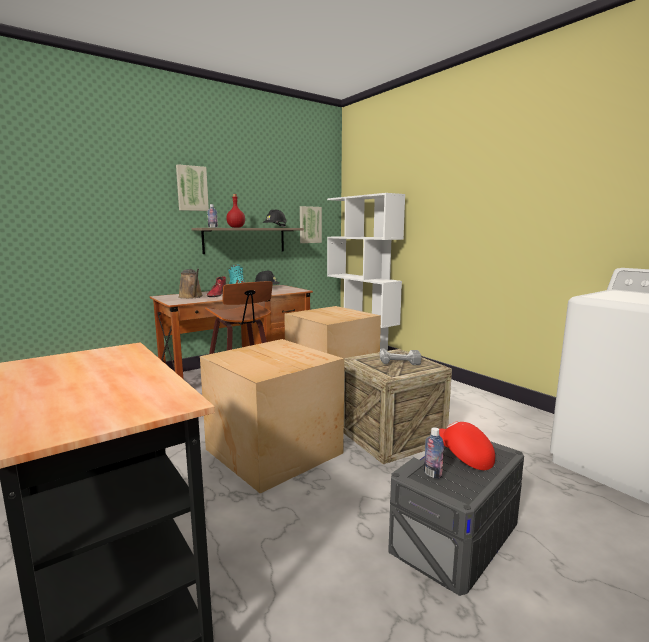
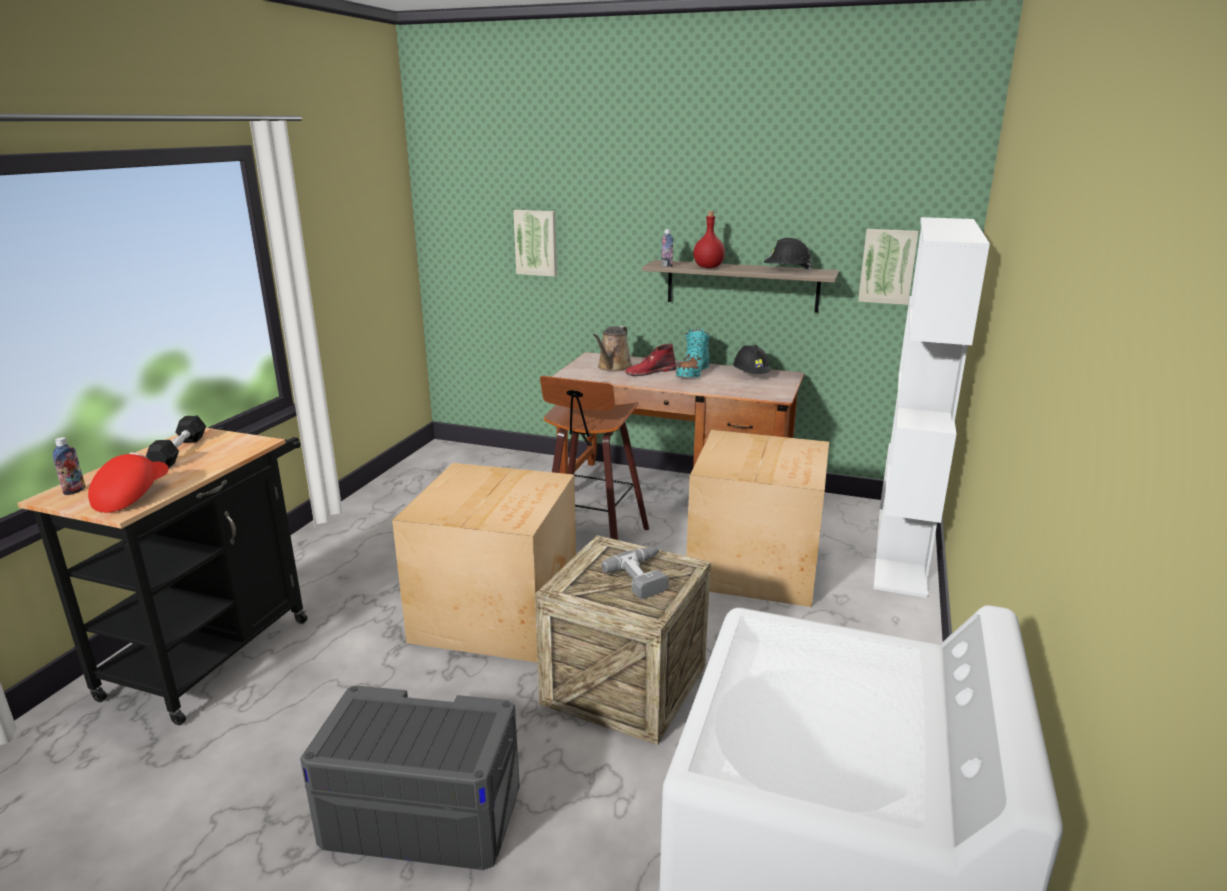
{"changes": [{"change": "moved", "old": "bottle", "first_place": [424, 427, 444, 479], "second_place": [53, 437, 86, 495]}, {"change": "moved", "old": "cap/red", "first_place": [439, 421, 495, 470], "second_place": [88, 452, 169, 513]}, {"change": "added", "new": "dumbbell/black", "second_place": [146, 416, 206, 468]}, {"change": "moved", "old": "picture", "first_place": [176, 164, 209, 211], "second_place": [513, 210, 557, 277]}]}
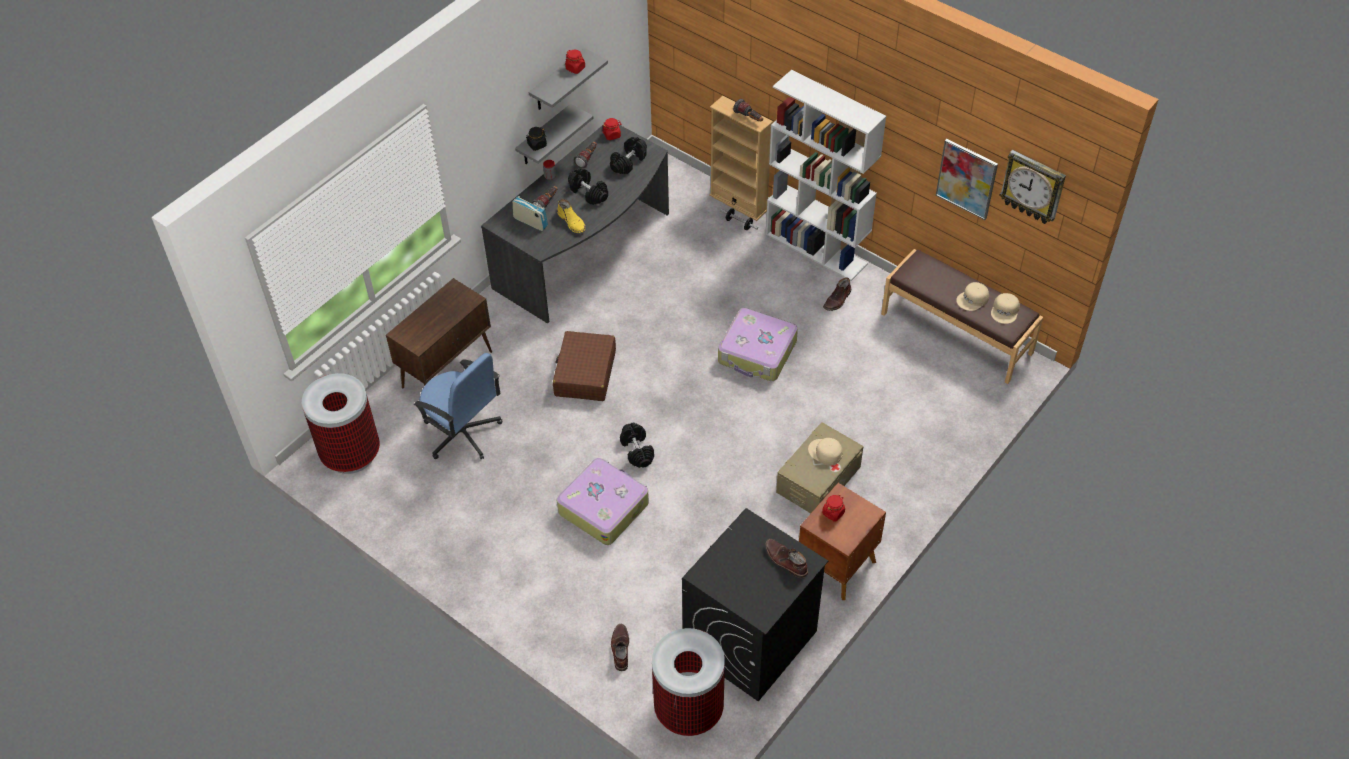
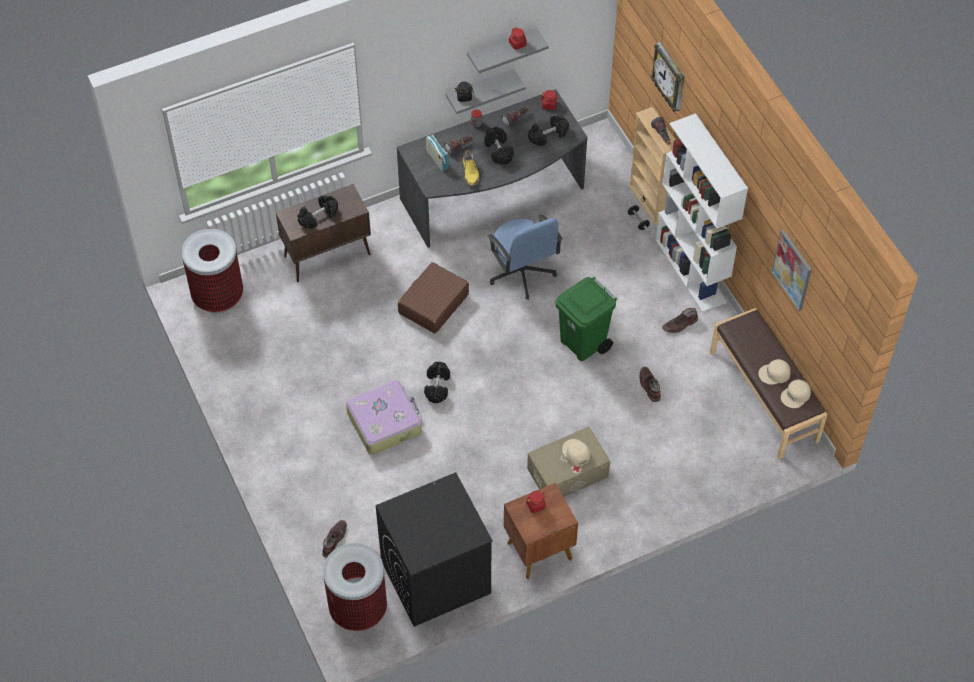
{"changes": [{"change": "added", "new": "dumbbell/black", "second_place": [298, 195, 338, 229]}, {"change": "moved", "old": "office chair/blue", "first_place": [414, 353, 502, 460], "second_place": [487, 214, 562, 300]}, {"change": "replaced", "old": "suitcase", "new": "trash can/green", "first_place": [718, 308, 798, 381], "second_place": [555, 277, 618, 361]}, {"change": "moved", "old": "boot/brown", "first_place": [765, 539, 808, 578], "second_place": [640, 367, 661, 402]}, {"change": "moved", "old": "wall clock", "first_place": [999, 150, 1066, 224], "second_place": [651, 42, 685, 112]}]}
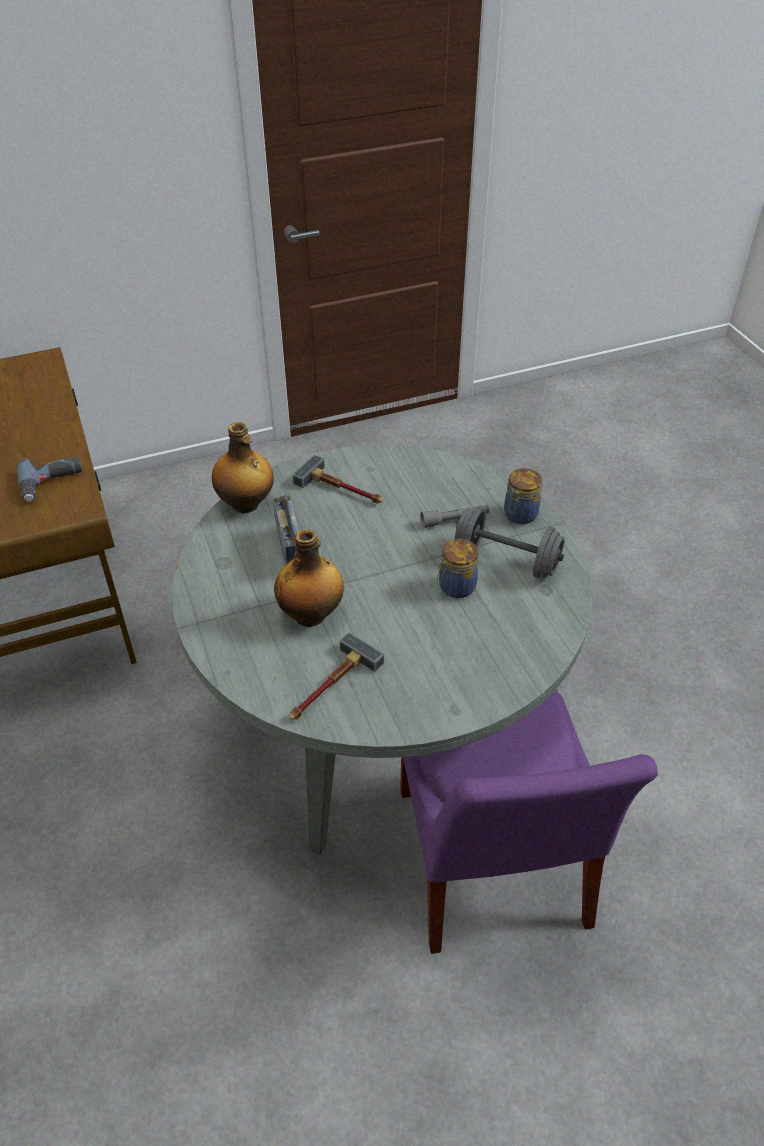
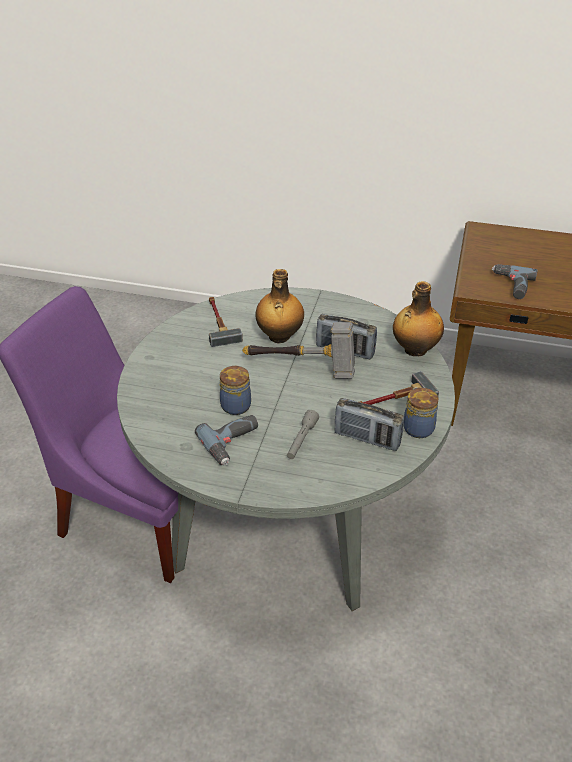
{"changes": [{"change": "replaced", "old": "dumbbell/grey", "new": "power drill", "first_place": [455, 506, 565, 578], "second_place": [195, 415, 258, 465]}, {"change": "added", "new": "hammer", "second_place": [242, 322, 355, 379]}, {"change": "added", "new": "radio", "second_place": [335, 398, 404, 451]}, {"change": "moved", "old": "jar", "first_place": [504, 468, 542, 524], "second_place": [404, 387, 438, 438]}]}
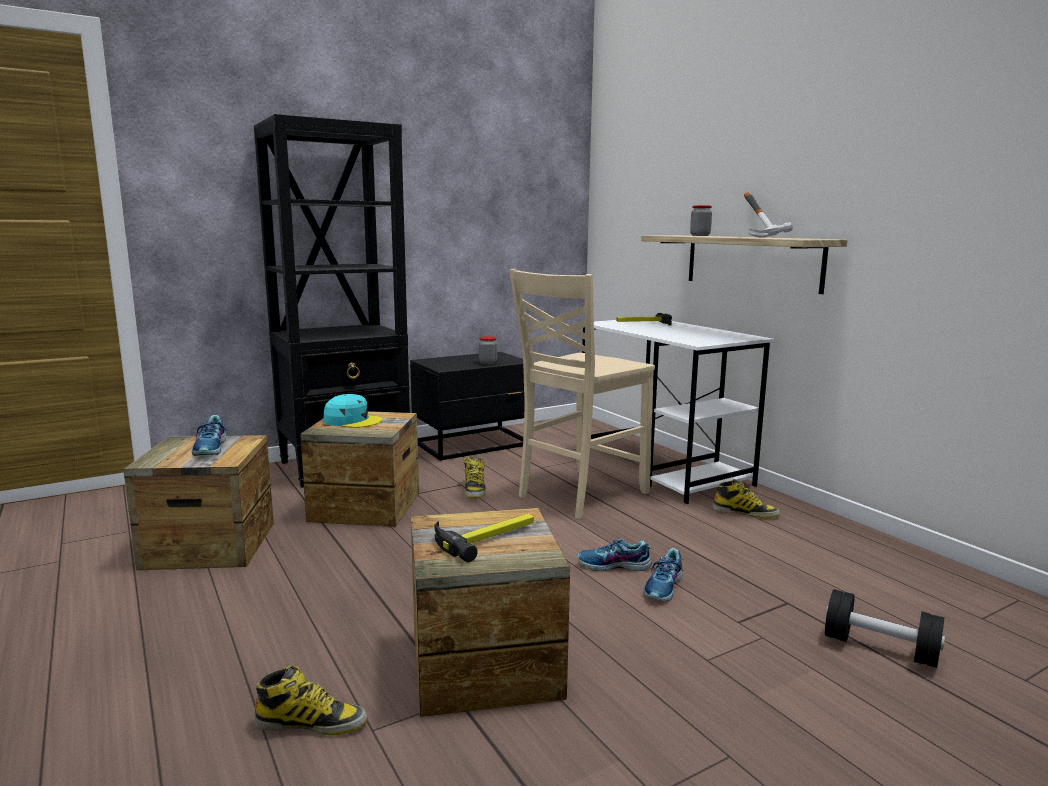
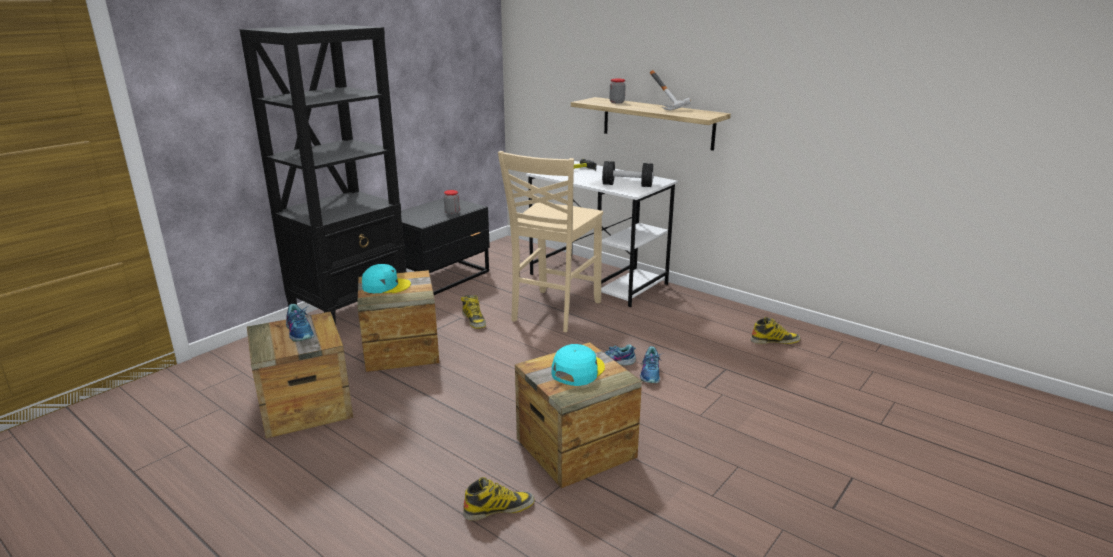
{"changes": [{"change": "replaced", "old": "hammer", "new": "cap/turquoise", "first_place": [435, 514, 534, 562], "second_place": [551, 344, 605, 386]}, {"change": "moved", "old": "dumbbell/black", "first_place": [825, 589, 945, 668], "second_place": [602, 161, 654, 187]}, {"change": "moved", "old": "boot", "first_place": [713, 479, 780, 518], "second_place": [751, 317, 800, 344]}]}
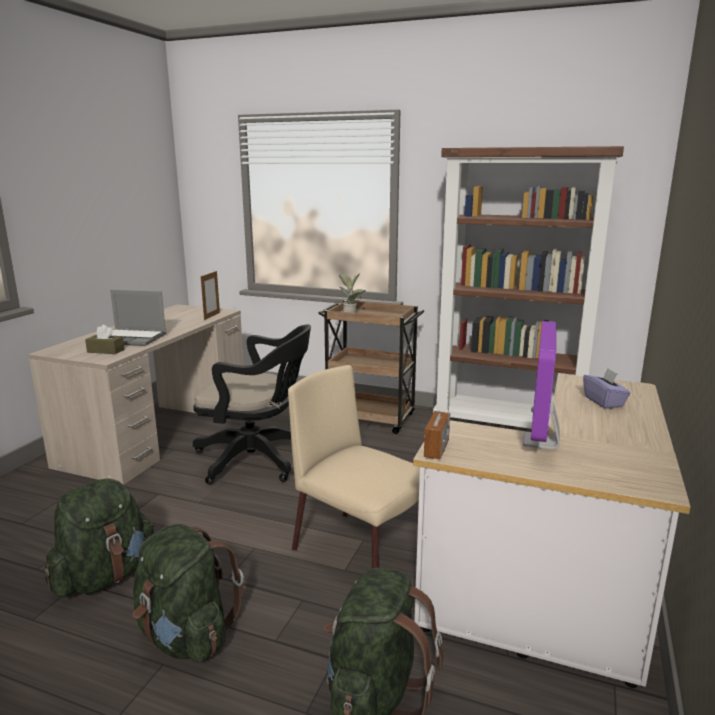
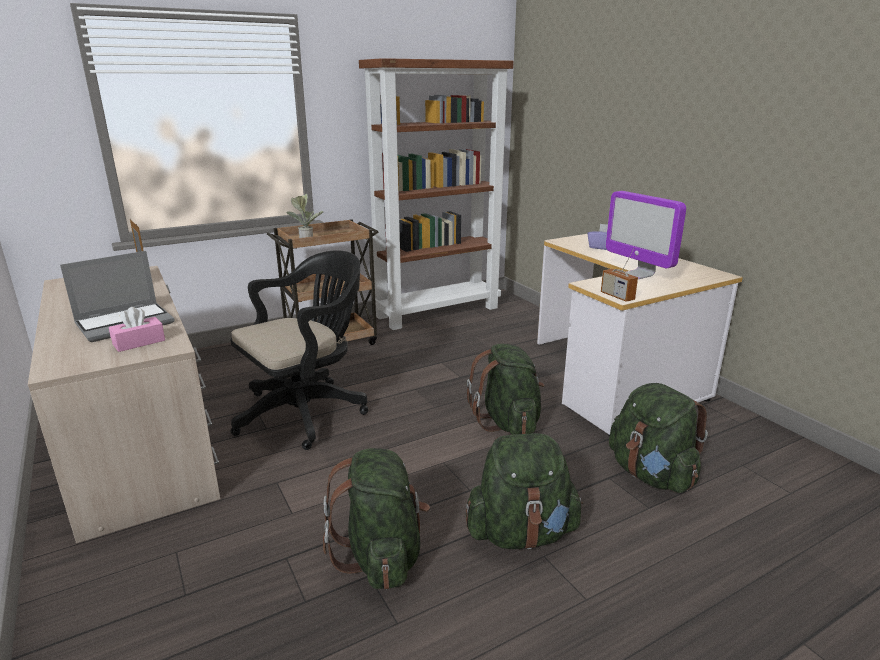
{"changes": [{"change": "recoloured", "old": "tissue box/brown", "new": "tissue box/pink", "first_place": [85, 325, 125, 354], "second_place": [109, 307, 165, 352]}, {"change": "replaced", "old": "chair/beige", "new": "backpack/green", "first_place": [288, 365, 420, 568], "second_place": [467, 344, 544, 435]}]}
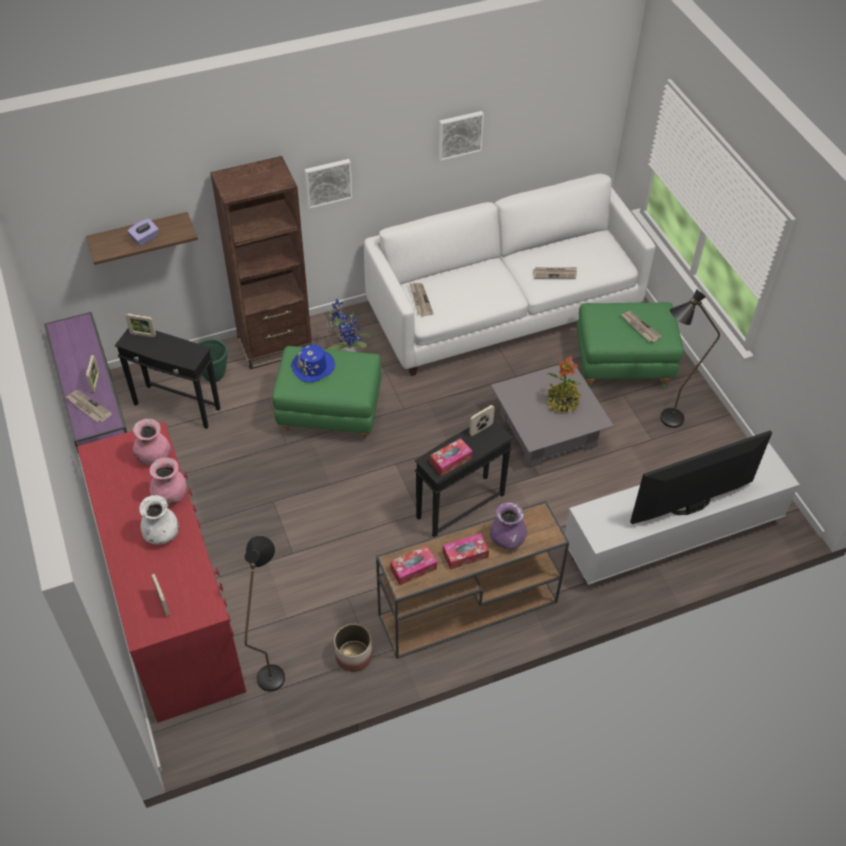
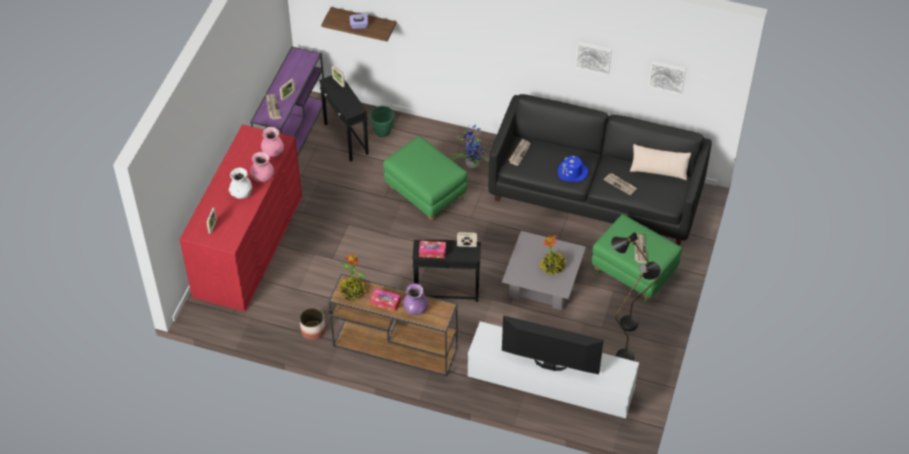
{"changes": [{"change": "replaced", "old": "tissue box", "new": "potted plant", "first_place": [390, 546, 437, 585], "second_place": [339, 254, 367, 300]}, {"change": "recoloured", "old": "sofa/white", "new": "sofa/black", "first_place": [364, 174, 656, 376], "second_place": [488, 94, 712, 246]}, {"change": "moved", "old": "hat/blue", "first_place": [291, 344, 335, 382], "second_place": [558, 156, 588, 182]}, {"change": "moved", "old": "floor lamp/black", "first_place": [245, 536, 285, 691], "second_place": [615, 262, 661, 361]}, {"change": "added", "new": "pillow/beige", "second_place": [630, 144, 691, 180]}, {"change": "moved", "old": "picture", "first_place": [304, 159, 352, 209], "second_place": [648, 61, 686, 95]}, {"change": "removed", "old": "bookcase/brown", "first_place": [210, 156, 312, 370]}]}
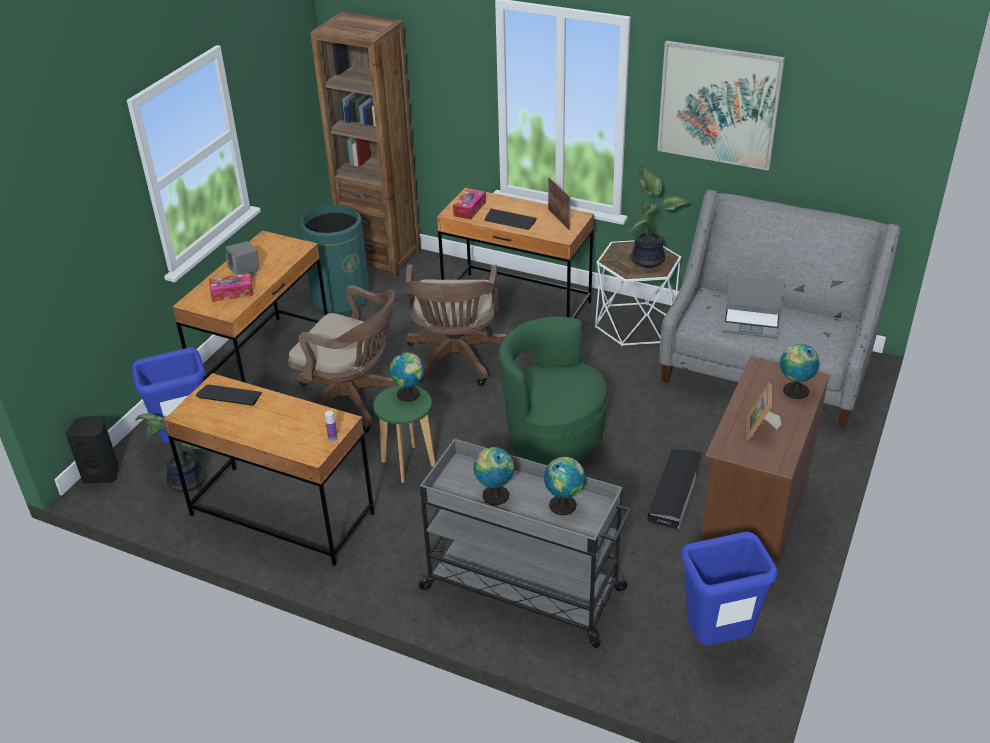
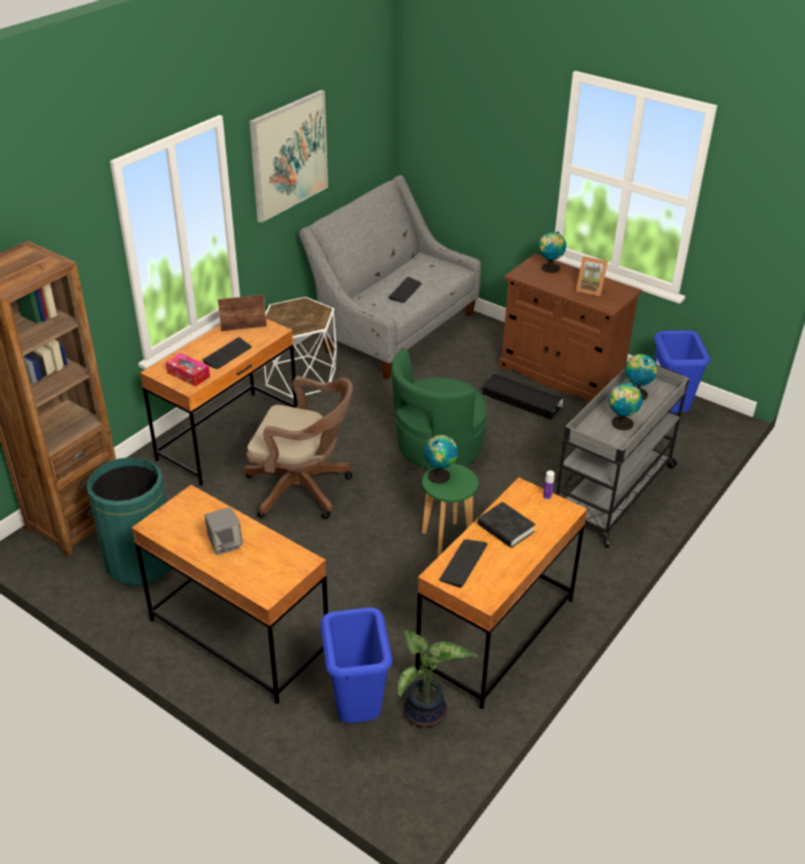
{"changes": [{"change": "replaced", "old": "laptop", "new": "keyboard", "first_place": [723, 274, 785, 338], "second_place": [389, 277, 422, 303]}, {"change": "added", "new": "book/black", "second_place": [478, 502, 536, 548]}, {"change": "removed", "old": "speaker/black", "first_place": [66, 416, 119, 483]}, {"change": "removed", "old": "tissue box", "first_place": [209, 273, 253, 302]}, {"change": "removed", "old": "office chair/brown", "first_place": [288, 285, 398, 433]}, {"change": "removed", "old": "potted plant", "first_place": [626, 166, 691, 268]}]}
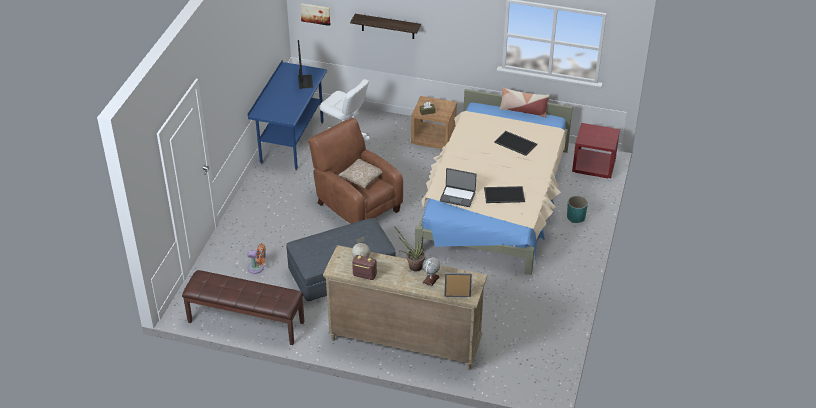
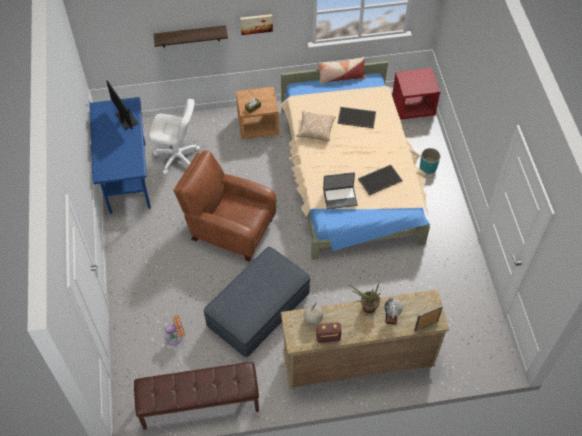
{"changes": [{"change": "moved", "old": "picture", "first_place": [300, 3, 330, 26], "second_place": [240, 14, 273, 35]}, {"change": "moved", "old": "pillow", "first_place": [338, 159, 382, 189], "second_place": [296, 111, 336, 142]}]}
